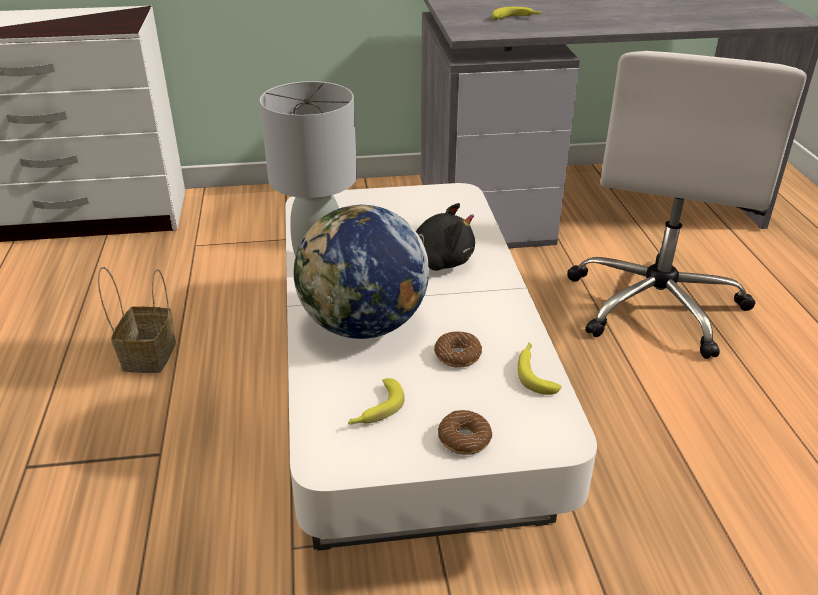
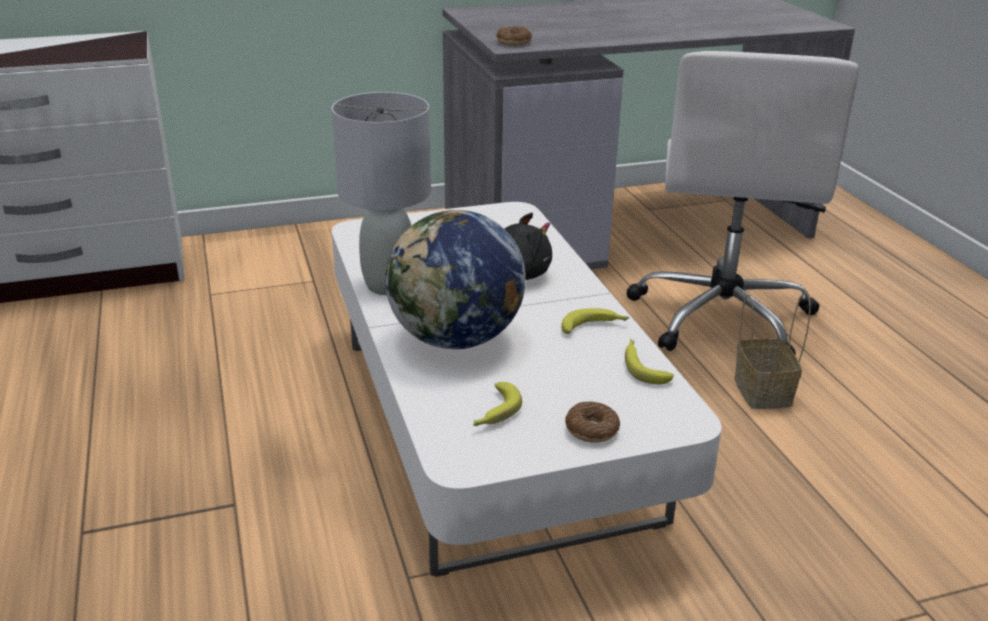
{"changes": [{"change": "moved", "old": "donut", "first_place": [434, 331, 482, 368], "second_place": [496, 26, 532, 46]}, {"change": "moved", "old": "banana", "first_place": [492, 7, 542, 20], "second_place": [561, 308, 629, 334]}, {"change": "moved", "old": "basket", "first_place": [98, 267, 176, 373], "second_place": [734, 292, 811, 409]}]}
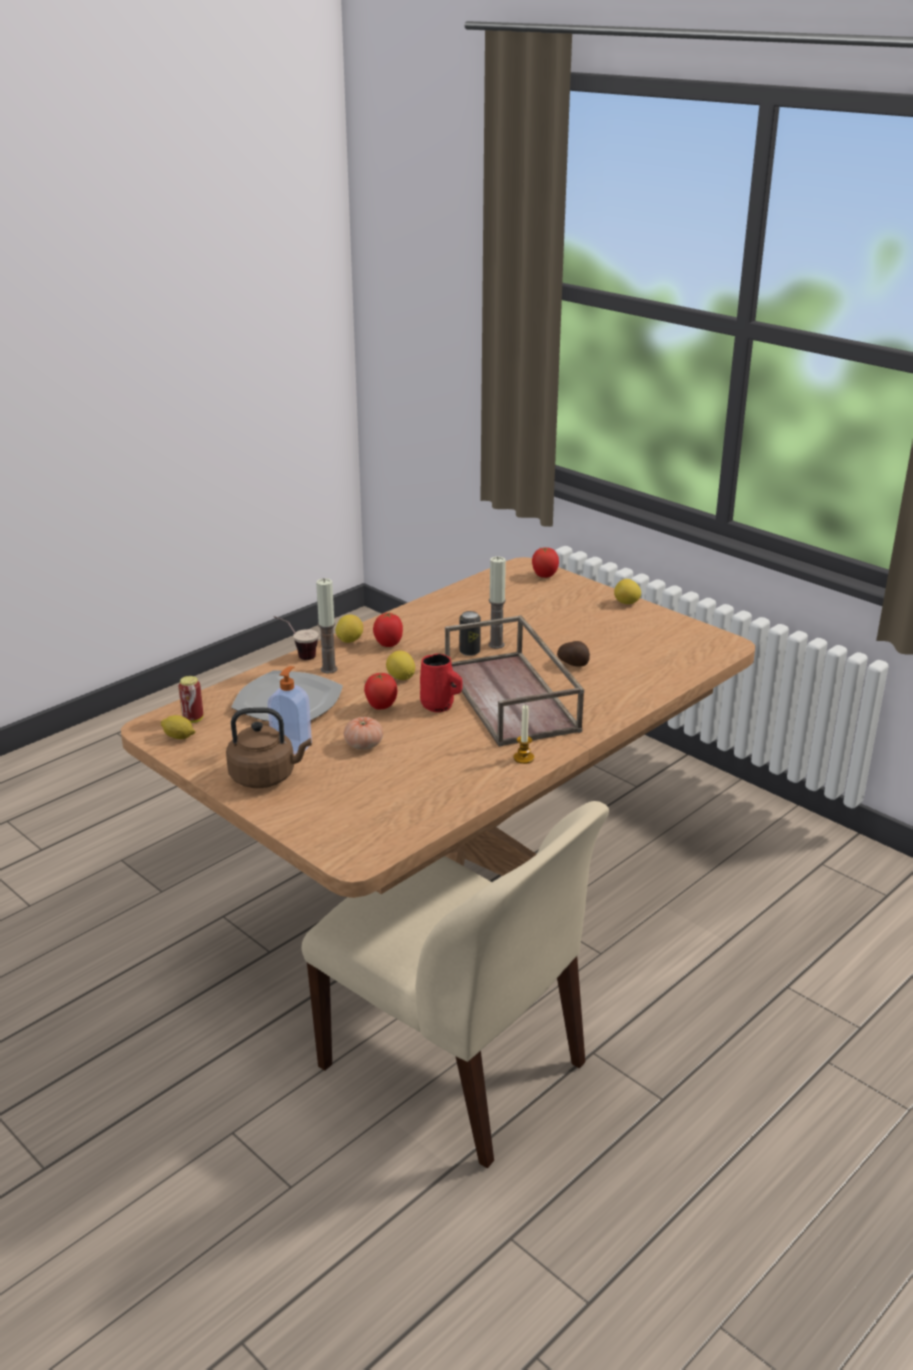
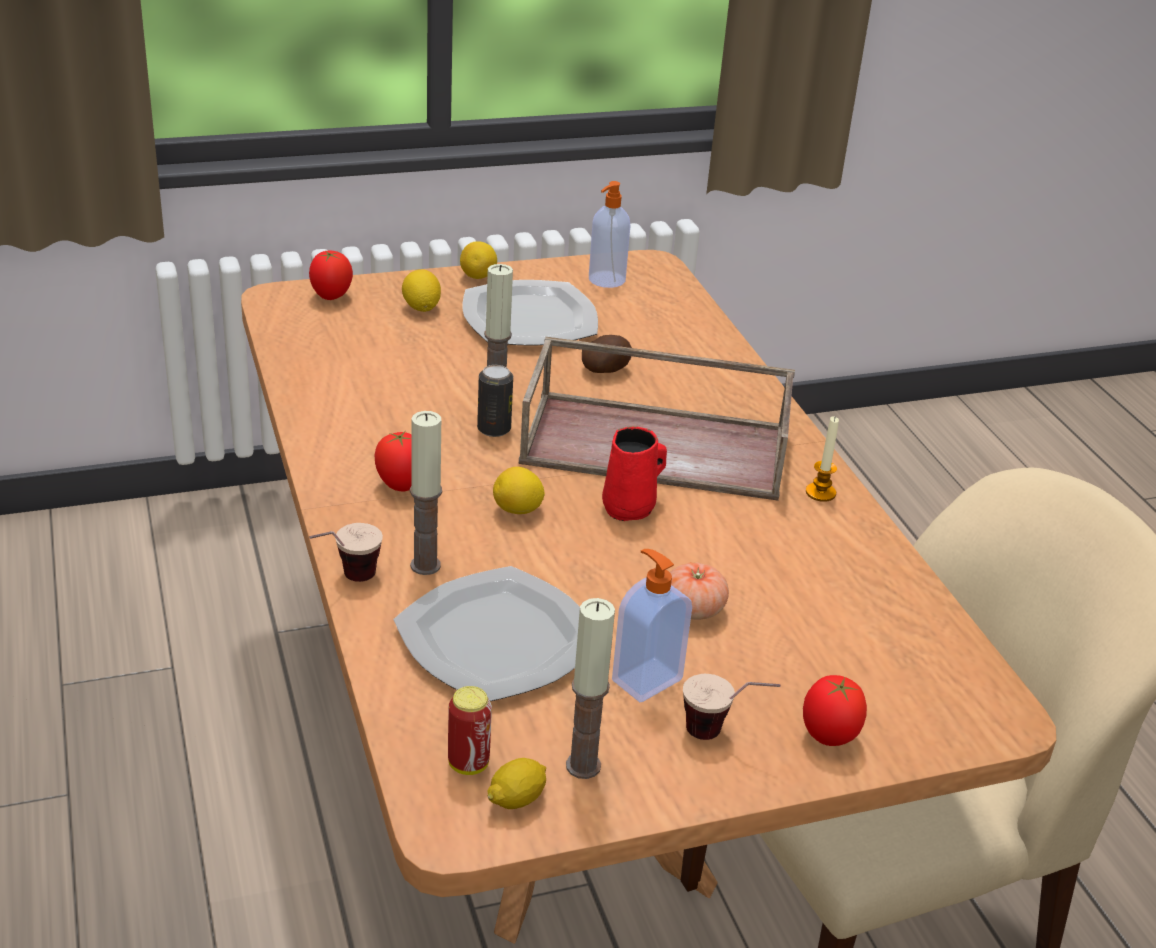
{"changes": [{"change": "moved", "old": "lemon", "first_place": [335, 615, 363, 643], "second_place": [402, 269, 441, 312]}, {"change": "added", "new": "plate", "second_place": [463, 280, 598, 346]}, {"change": "added", "new": "candle", "second_place": [566, 598, 615, 779]}, {"change": "added", "new": "soap dispenser", "second_place": [589, 181, 630, 288]}, {"change": "replaced", "old": "kettle/brown", "new": "cup", "first_place": [226, 707, 311, 788], "second_place": [683, 674, 781, 740]}, {"change": "moved", "old": "tomato", "first_place": [364, 673, 397, 709], "second_place": [803, 675, 867, 746]}]}
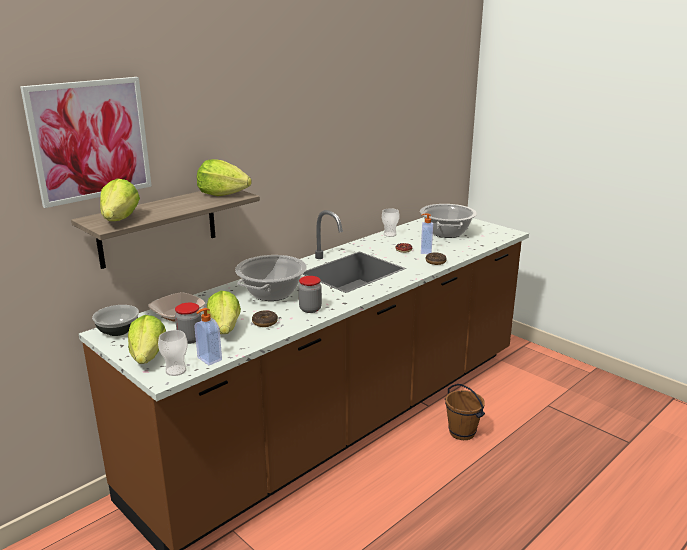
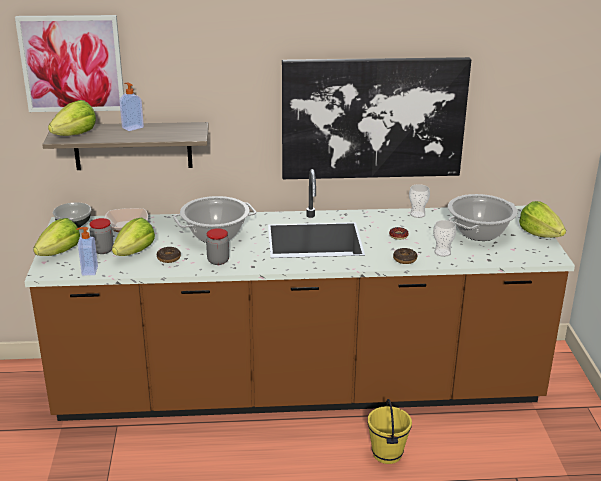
{"changes": [{"change": "moved", "old": "soap dispenser", "first_place": [421, 214, 433, 254], "second_place": [120, 82, 144, 131]}, {"change": "added", "new": "picture", "second_place": [282, 57, 471, 179]}, {"change": "recoloured", "old": "bucket/brown", "new": "bucket/yellow", "first_place": [445, 384, 485, 440], "second_place": [368, 399, 412, 464]}, {"change": "moved", "old": "cup", "first_place": [158, 330, 188, 376], "second_place": [433, 220, 456, 257]}, {"change": "moved", "old": "lettuce", "first_place": [197, 159, 252, 196], "second_place": [519, 201, 566, 238]}]}
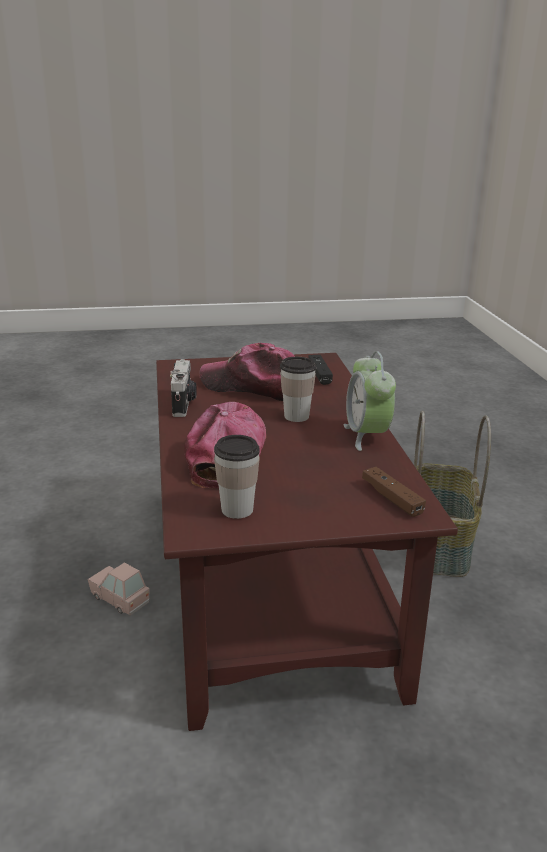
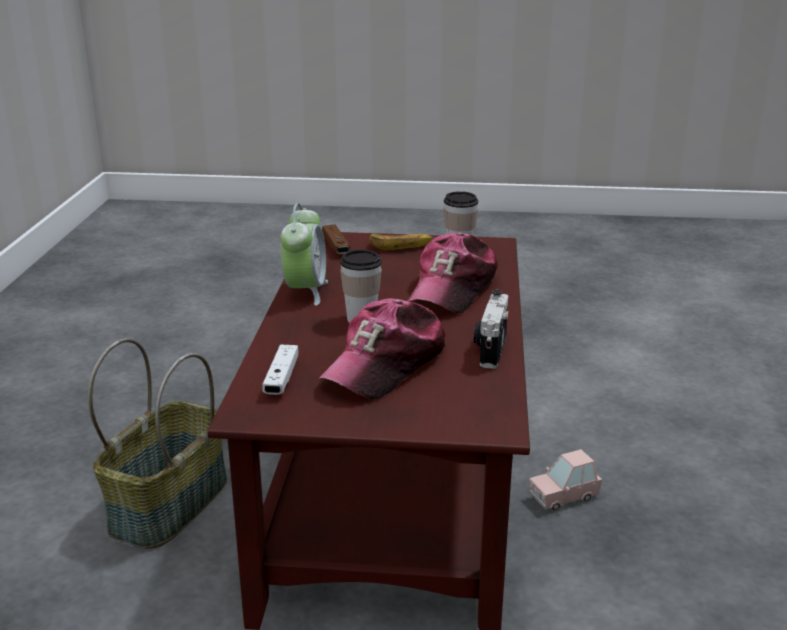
{"changes": [{"change": "recoloured", "old": "game controller/black", "new": "game controller/white", "first_place": [308, 355, 333, 385], "second_place": [263, 345, 298, 395]}, {"change": "turned", "old": "cap", "first_place": [200, 343, 295, 401], "second_place": [318, 298, 446, 399], "degrees": 90}, {"change": "added", "new": "banana", "second_place": [369, 234, 434, 250]}, {"change": "turned", "old": "toy car/pink", "first_place": [87, 562, 150, 615], "second_place": [529, 449, 602, 511], "degrees": 105}]}
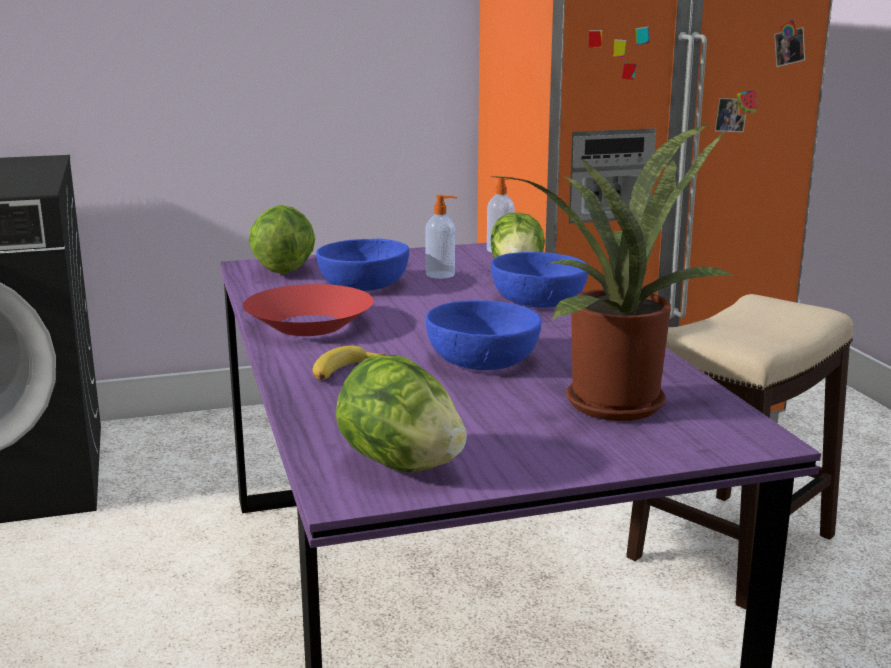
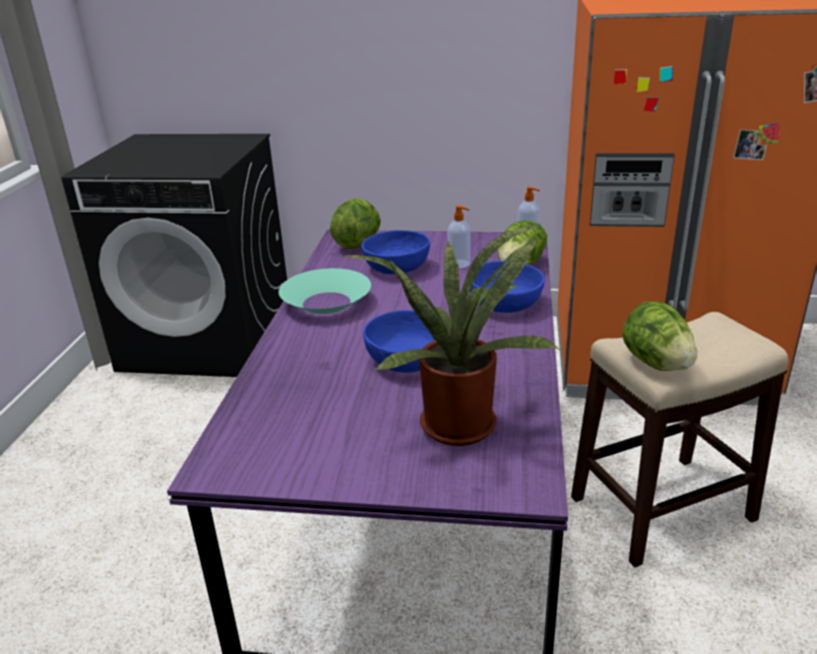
{"changes": [{"change": "recoloured", "old": "bowl/red", "new": "bowl/turquoise", "first_place": [243, 284, 374, 336], "second_place": [279, 268, 371, 314]}, {"change": "moved", "old": "lettuce", "first_place": [336, 355, 467, 472], "second_place": [622, 301, 697, 371]}, {"change": "removed", "old": "banana", "first_place": [312, 346, 386, 380]}]}
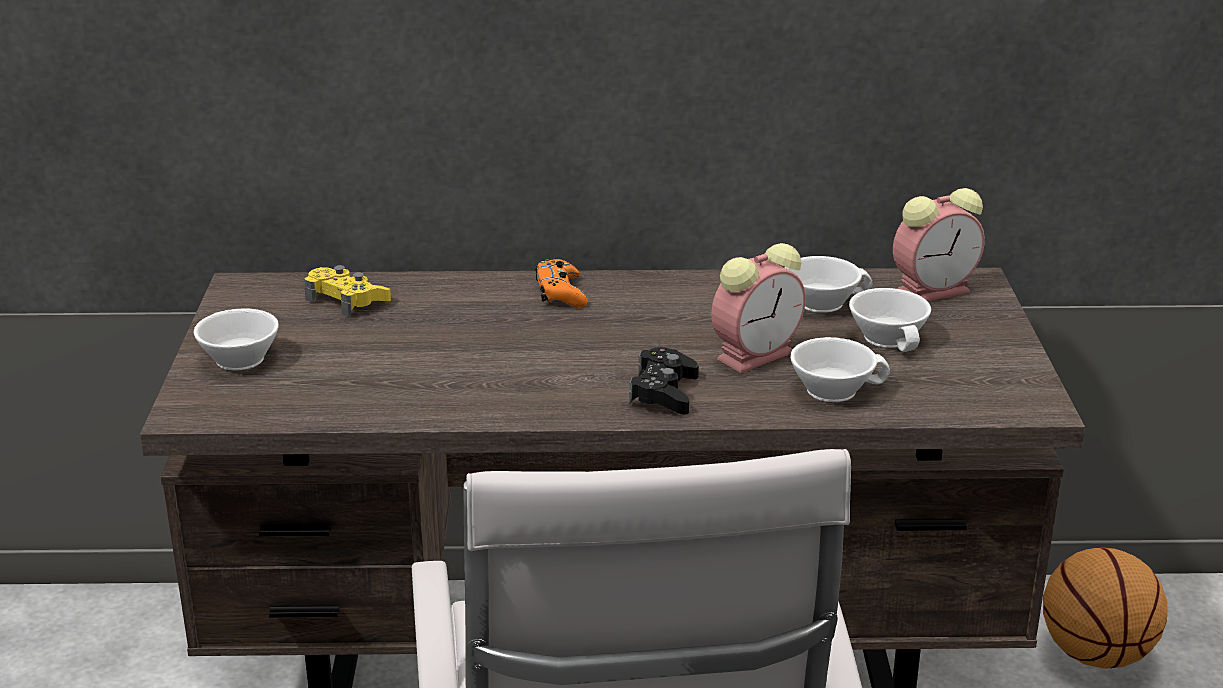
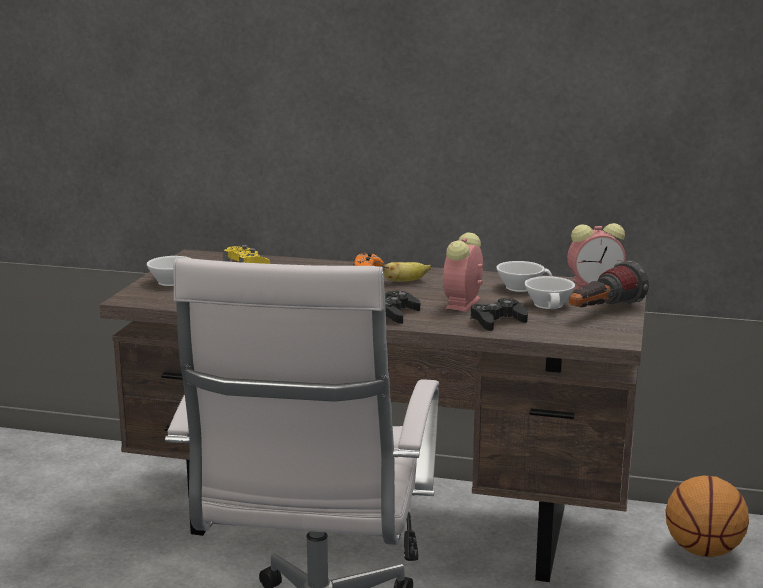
{"changes": [{"change": "added", "new": "banana", "second_place": [381, 262, 431, 282]}, {"change": "turned", "old": "alarm clock", "first_place": [711, 243, 806, 373], "second_place": [443, 233, 483, 312], "degrees": 135}, {"change": "replaced", "old": "cup/white", "new": "game controller/black", "first_place": [790, 337, 890, 402], "second_place": [470, 298, 528, 331]}, {"change": "added", "new": "flashlight", "second_place": [569, 260, 649, 308]}]}
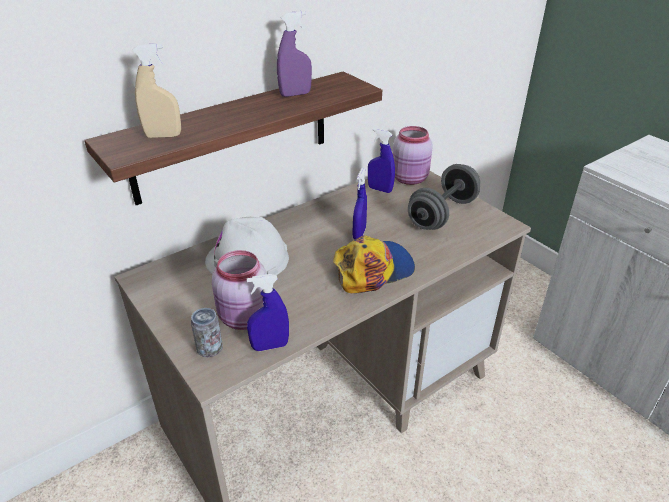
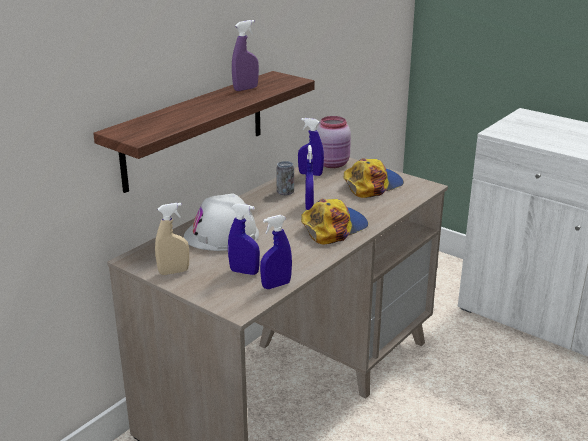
{"changes": [{"change": "moved", "old": "spray bottle/beige", "first_place": [132, 44, 181, 138], "second_place": [155, 203, 189, 275]}, {"change": "replaced", "old": "jar/pink", "new": "spray bottle/blue", "first_place": [212, 250, 267, 330], "second_place": [228, 203, 260, 275]}, {"change": "moved", "old": "can", "first_place": [191, 308, 223, 357], "second_place": [276, 161, 294, 195]}, {"change": "replaced", "old": "dumbbell/grey", "new": "cap", "first_place": [408, 164, 480, 230], "second_place": [344, 158, 404, 198]}]}
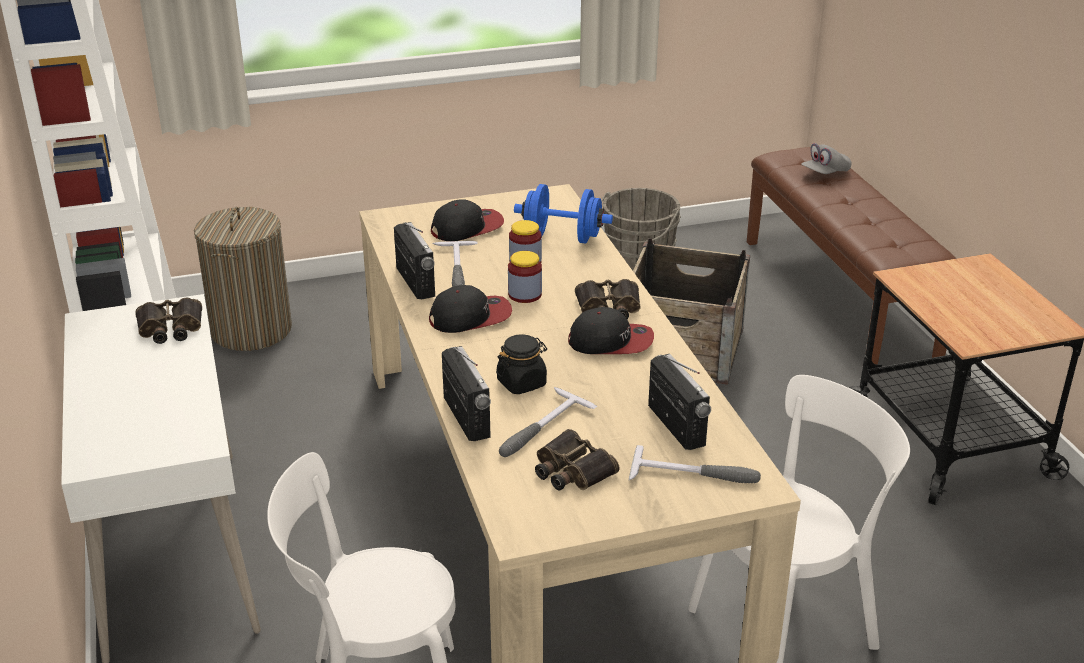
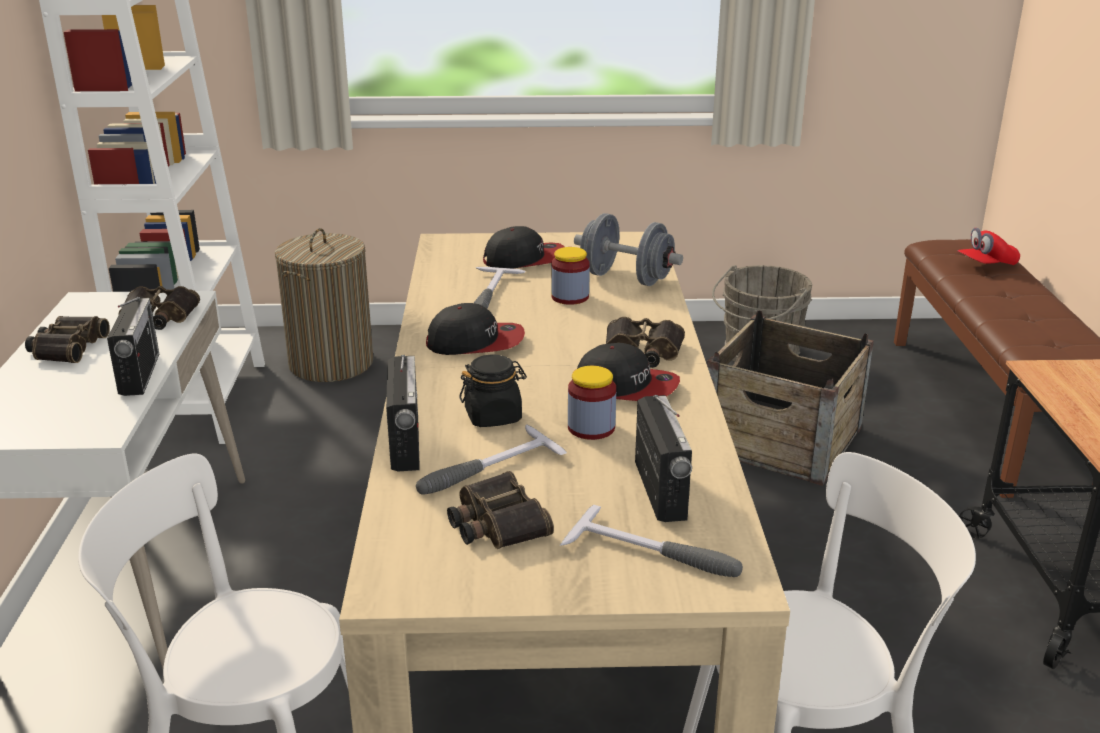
{"changes": [{"change": "added", "new": "binoculars", "second_place": [25, 316, 110, 363]}, {"change": "moved", "old": "radio", "first_place": [394, 222, 435, 299], "second_place": [107, 297, 159, 396]}, {"change": "moved", "old": "jar", "first_place": [508, 251, 542, 303], "second_place": [568, 366, 616, 440]}, {"change": "recoloured", "old": "dumbbell/blue", "new": "dumbbell/grey", "first_place": [514, 184, 613, 244], "second_place": [574, 213, 683, 286]}, {"change": "recoloured", "old": "cap/grey", "new": "cap/red", "first_place": [801, 143, 852, 174], "second_place": [957, 228, 1020, 265]}]}
